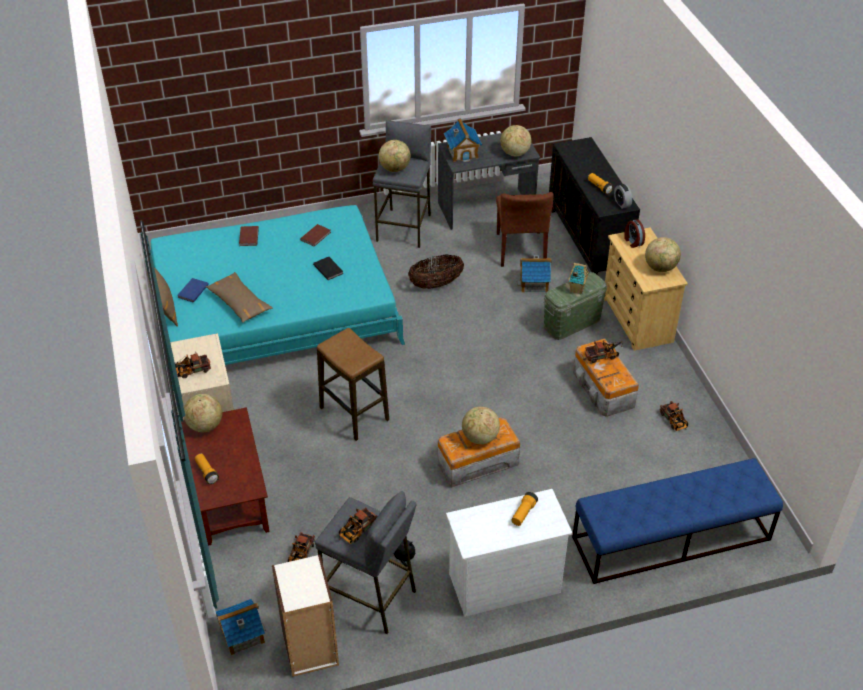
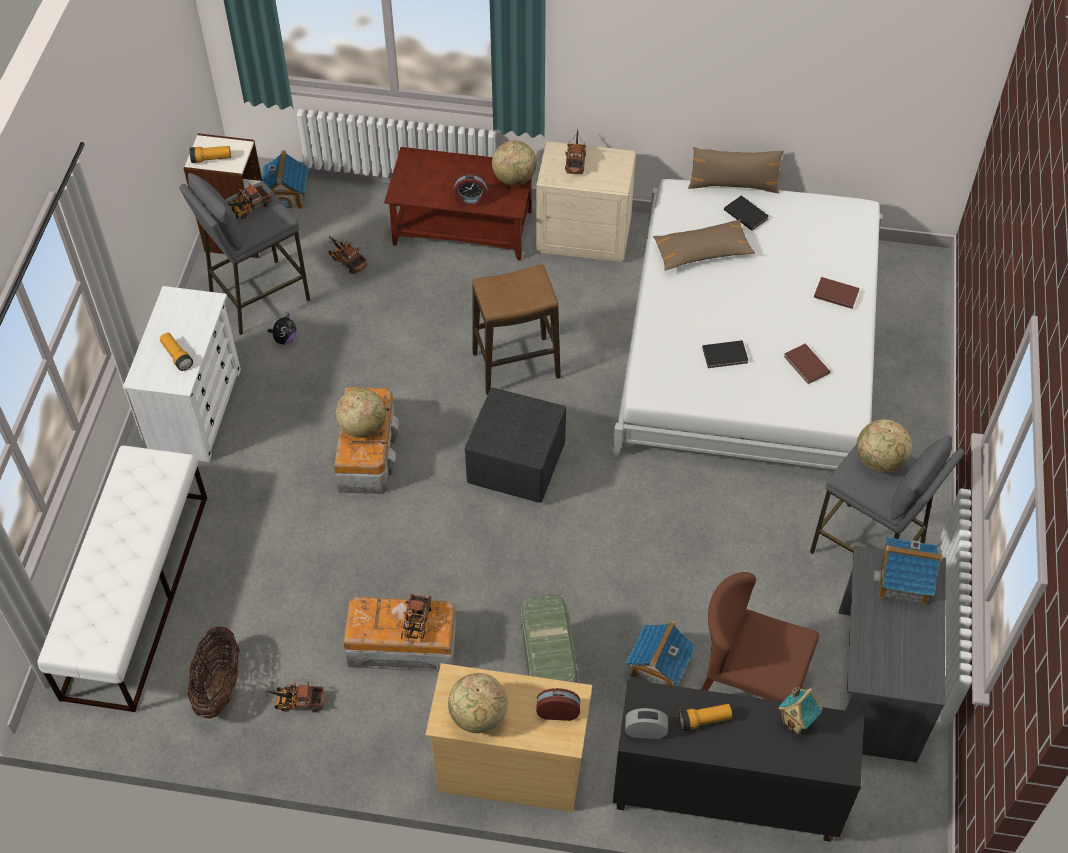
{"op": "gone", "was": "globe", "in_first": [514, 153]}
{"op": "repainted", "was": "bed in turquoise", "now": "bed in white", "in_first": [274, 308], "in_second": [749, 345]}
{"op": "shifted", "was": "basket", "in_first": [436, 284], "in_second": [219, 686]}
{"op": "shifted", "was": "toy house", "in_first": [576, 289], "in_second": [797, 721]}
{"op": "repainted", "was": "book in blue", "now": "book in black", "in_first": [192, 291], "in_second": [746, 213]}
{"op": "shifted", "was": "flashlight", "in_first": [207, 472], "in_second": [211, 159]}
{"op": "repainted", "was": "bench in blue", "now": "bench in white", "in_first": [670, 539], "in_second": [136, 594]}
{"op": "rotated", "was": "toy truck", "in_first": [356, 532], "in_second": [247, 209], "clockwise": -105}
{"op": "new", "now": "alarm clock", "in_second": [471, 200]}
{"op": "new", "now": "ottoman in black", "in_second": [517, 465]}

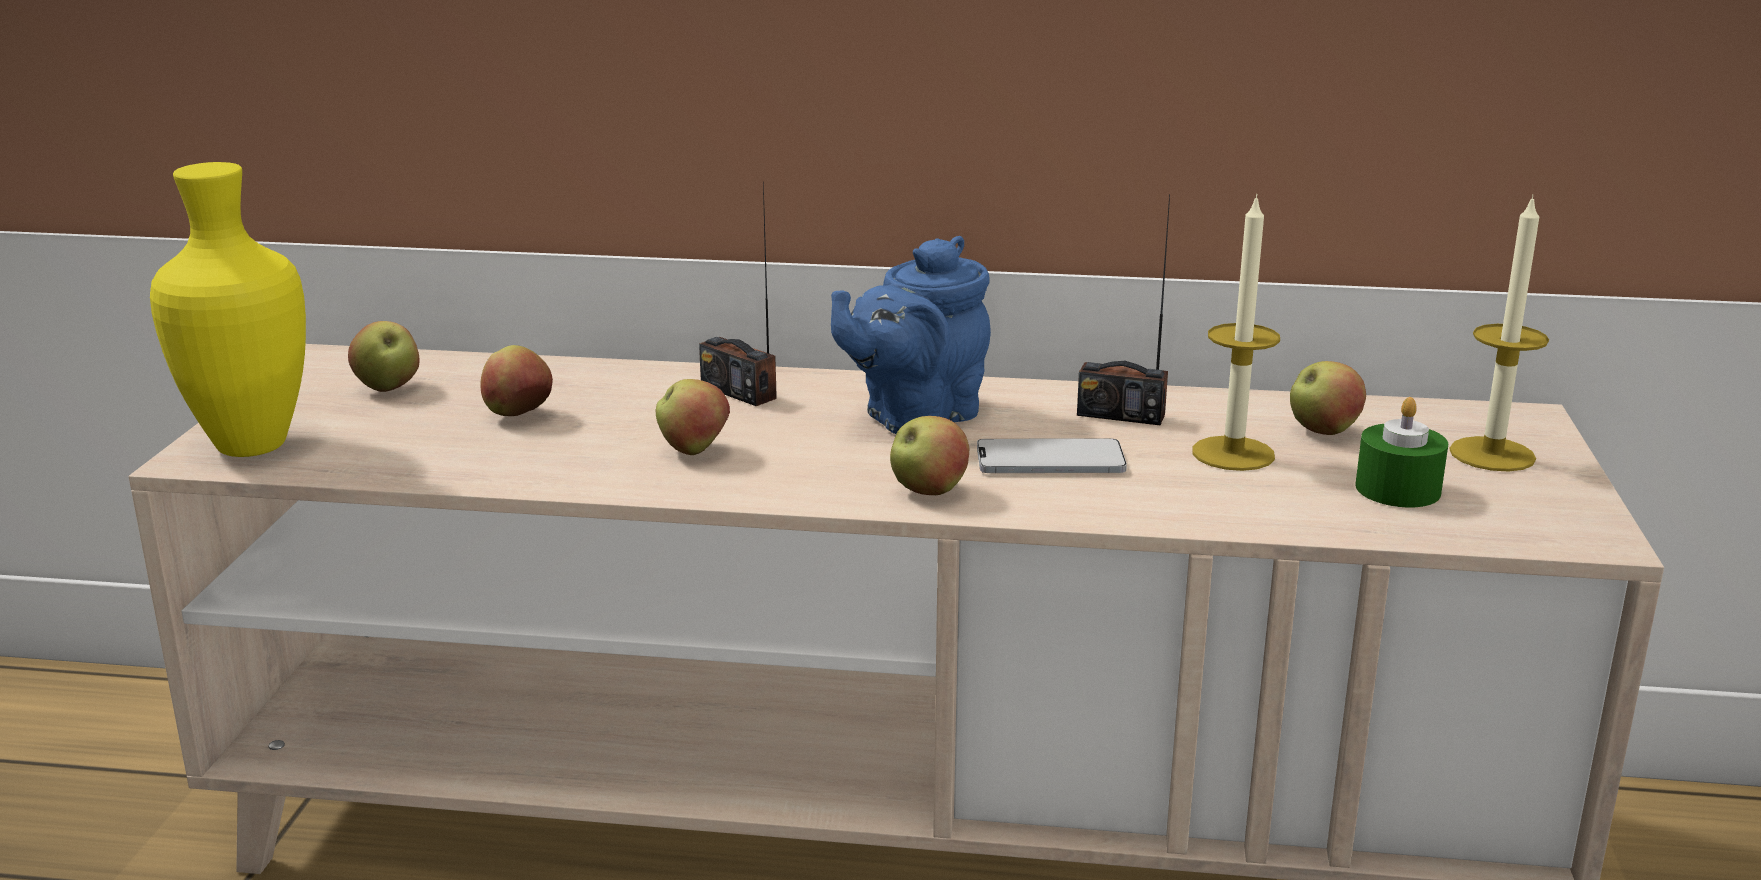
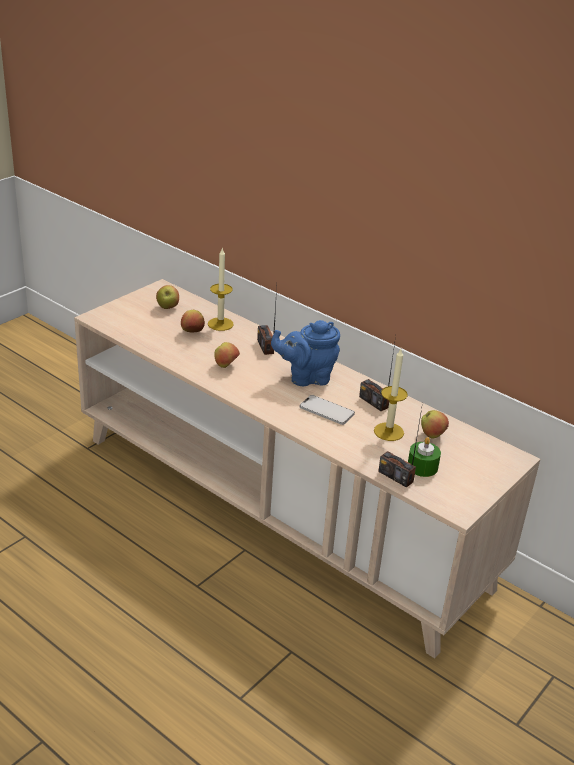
{"op": "gone", "was": "vase in yellow", "in_first": [249, 448]}
{"op": "shifted", "was": "candle", "in_first": [1492, 454], "in_second": [220, 324]}
{"op": "gone", "was": "apple", "in_first": [928, 492]}
{"op": "new", "now": "radio", "in_second": [396, 476]}

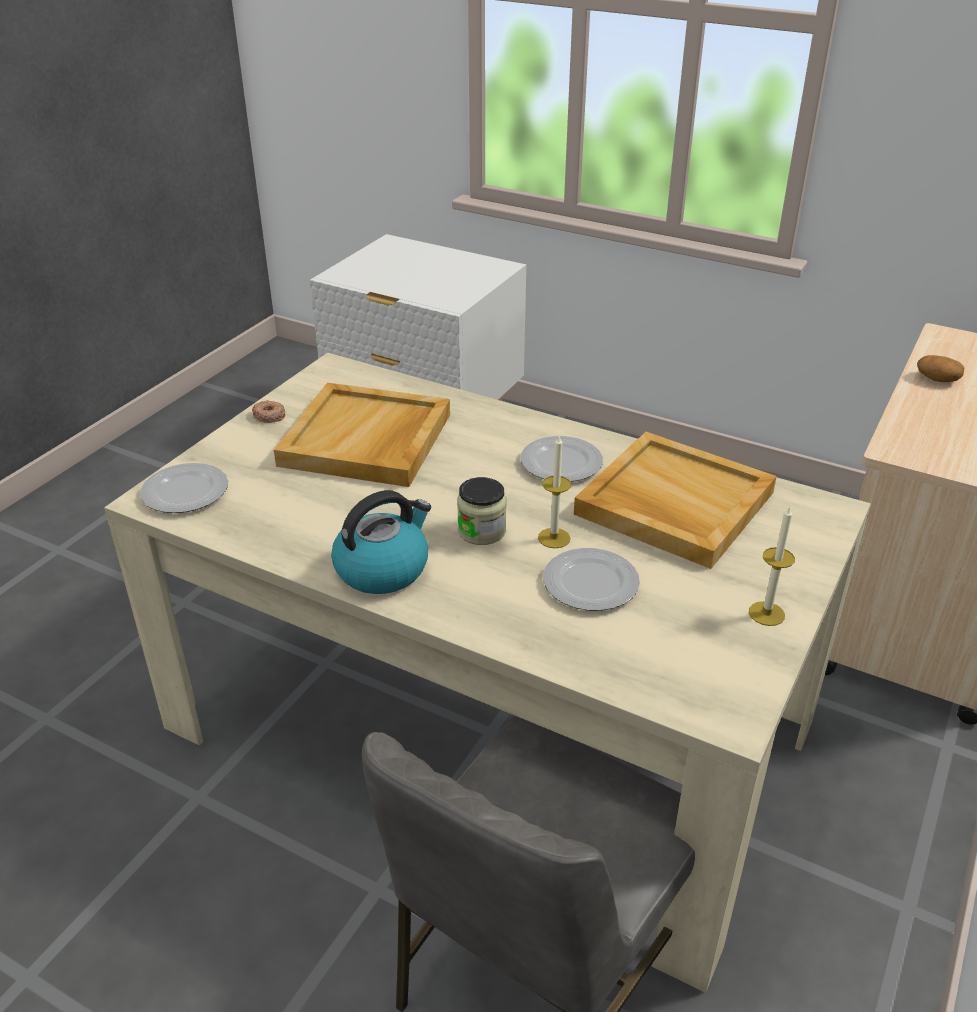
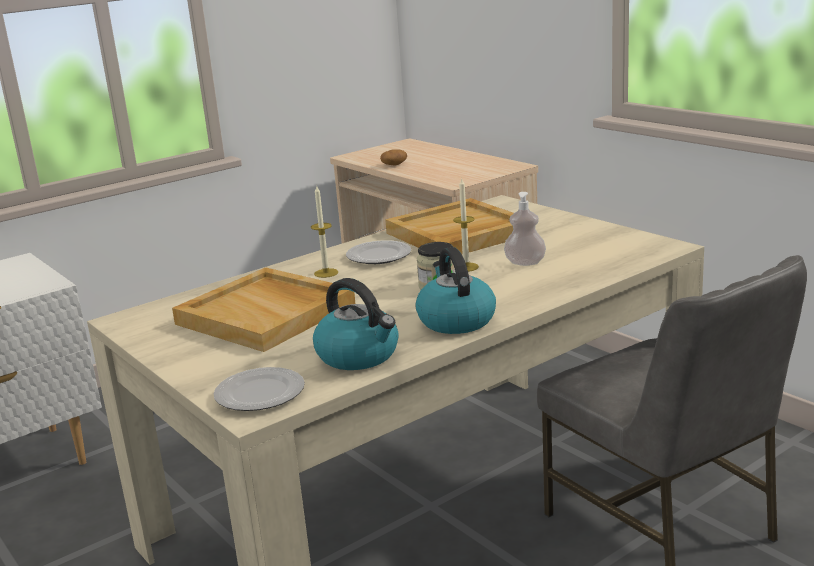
{"op": "gone", "was": "donut", "in_first": [269, 415]}
{"op": "shifted", "was": "candle", "in_first": [766, 613], "in_second": [326, 273]}
{"op": "swapped", "was": "plate", "now": "soap dispenser", "in_first": [591, 584], "in_second": [525, 263]}
{"op": "new", "now": "kettle", "in_second": [359, 356]}

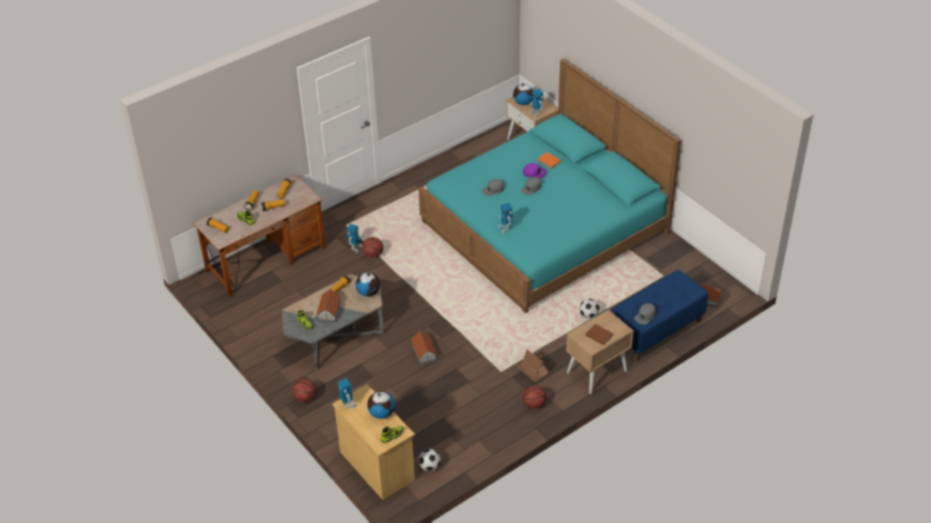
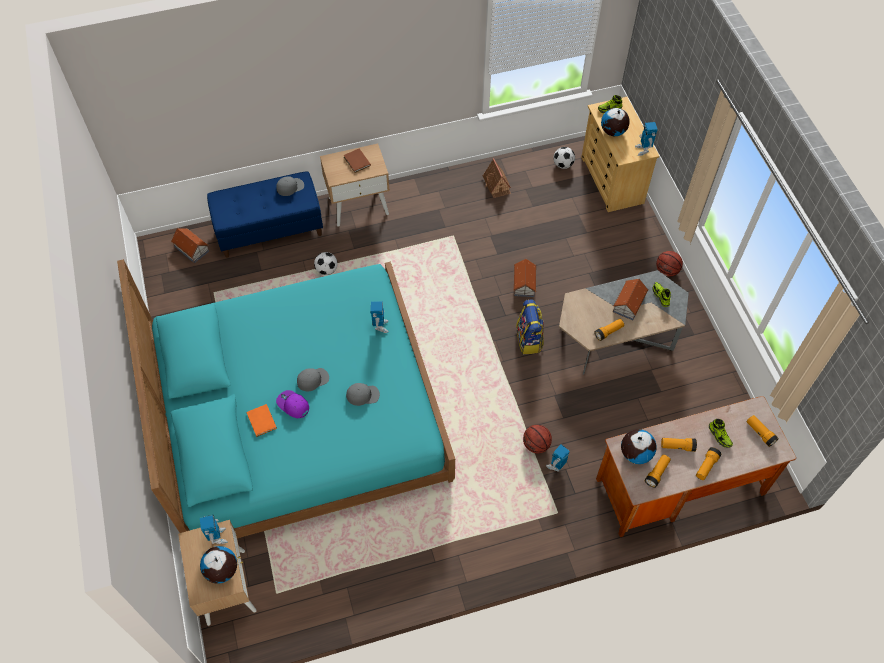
{"op": "shifted", "was": "globe", "in_first": [369, 293], "in_second": [635, 453]}
{"op": "shifted", "was": "toy house", "in_first": [533, 370], "in_second": [497, 185]}
{"op": "gone", "was": "basketball", "in_first": [534, 404]}
{"op": "new", "now": "backpack", "in_second": [529, 340]}

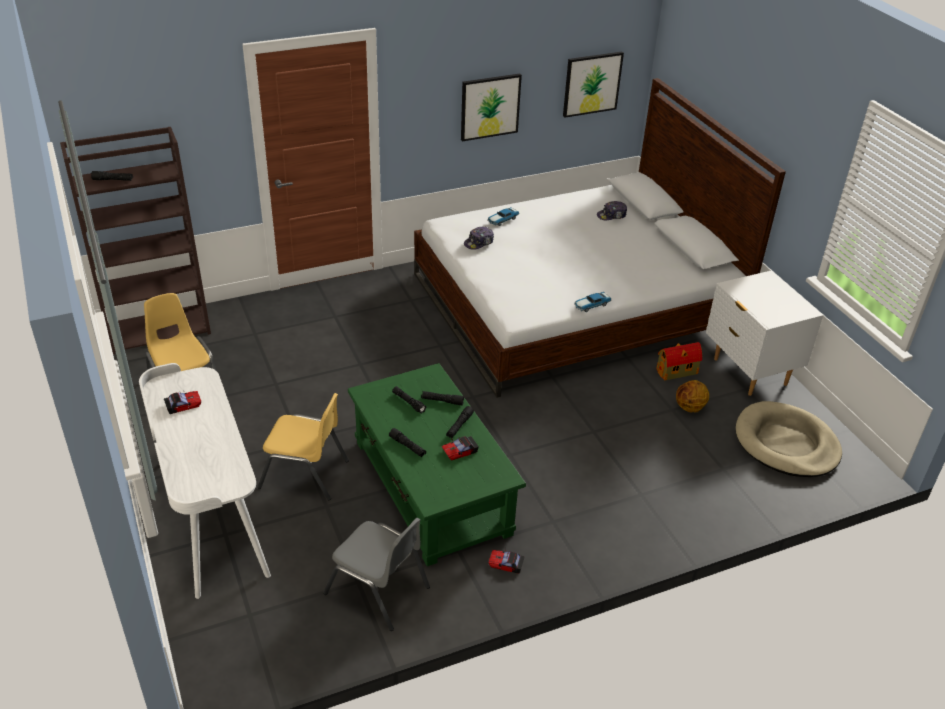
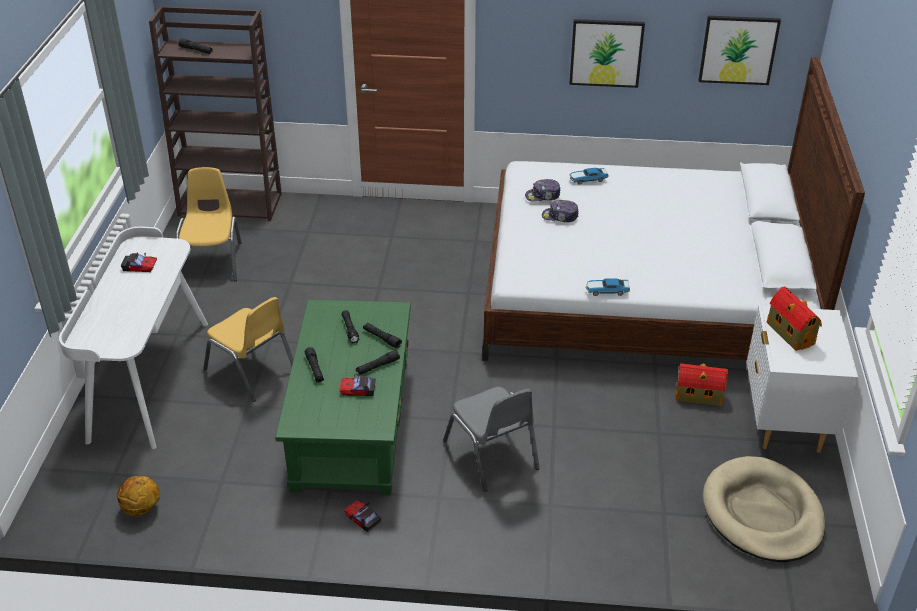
{"op": "shifted", "was": "cap", "in_first": [612, 215], "in_second": [560, 216]}
{"op": "shifted", "was": "basketball", "in_first": [689, 408], "in_second": [141, 509]}
{"op": "shifted", "was": "chair in grey", "in_first": [377, 590], "in_second": [491, 455]}
{"op": "new", "now": "toy house", "in_second": [789, 333]}

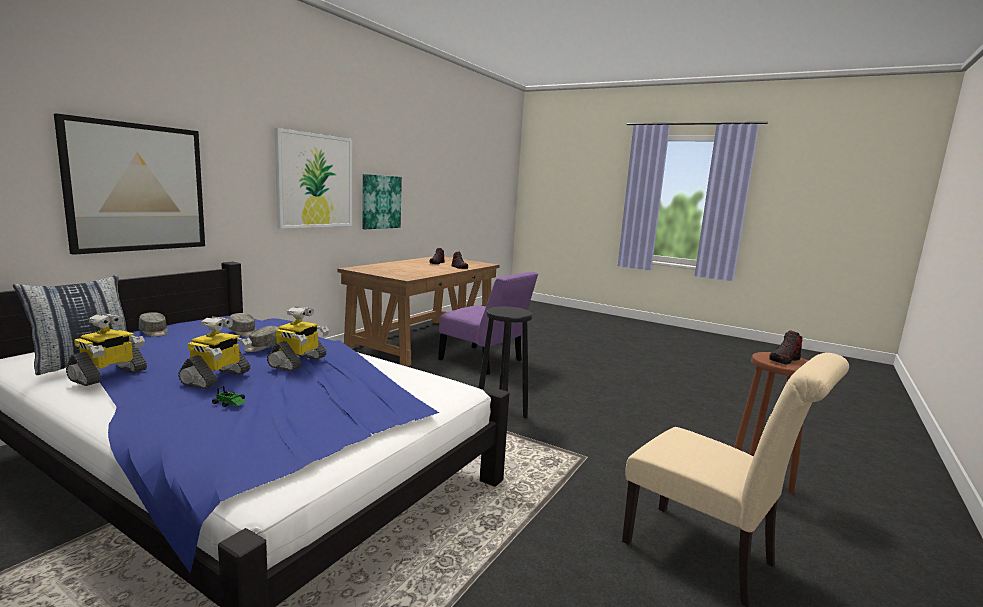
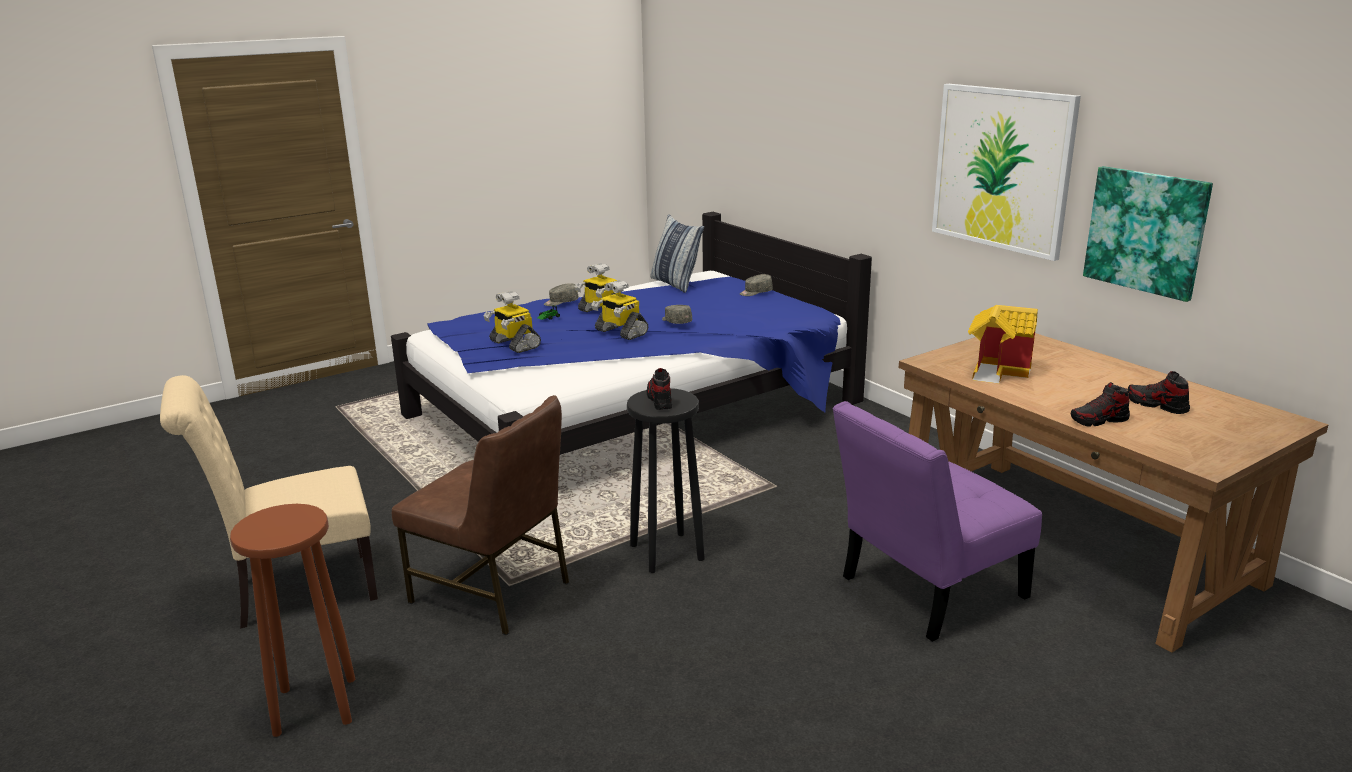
{"op": "gone", "was": "picture", "in_first": [137, 187]}
{"op": "shifted", "was": "toy robot", "in_first": [109, 375], "in_second": [514, 344]}
{"op": "shifted", "was": "cap in grey", "in_first": [244, 332], "in_second": [561, 302]}
{"op": "shifted", "was": "shoe", "in_first": [784, 360], "in_second": [659, 400]}
{"op": "new", "now": "toy house", "in_second": [997, 371]}
{"op": "new", "now": "chair in brown", "in_second": [493, 592]}

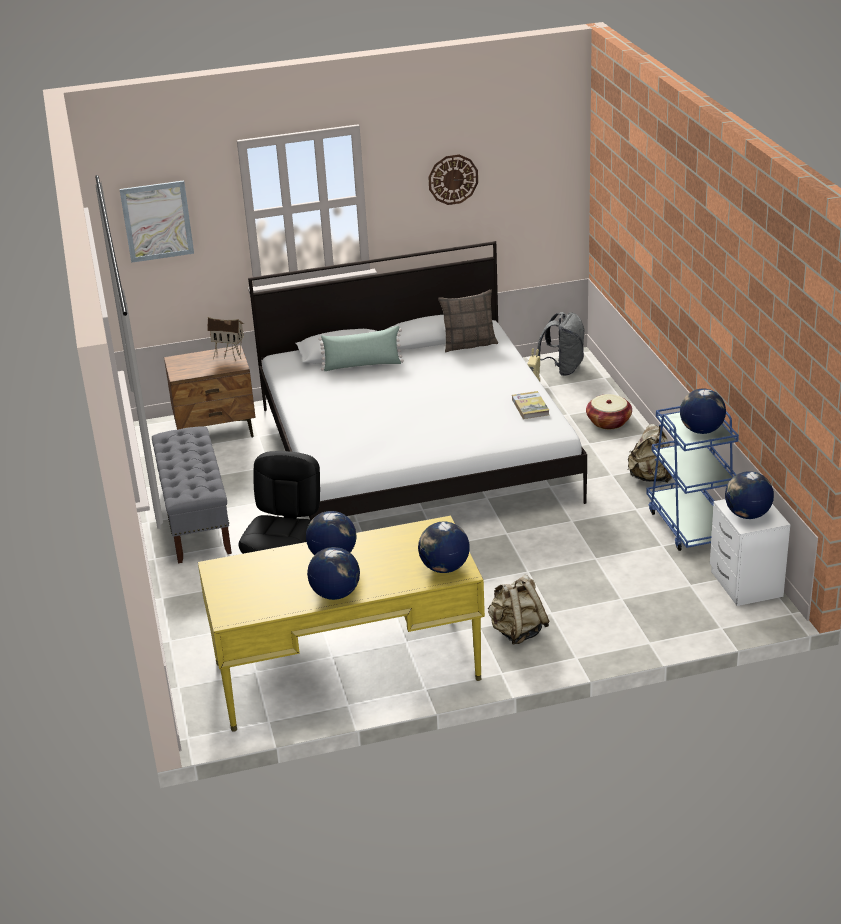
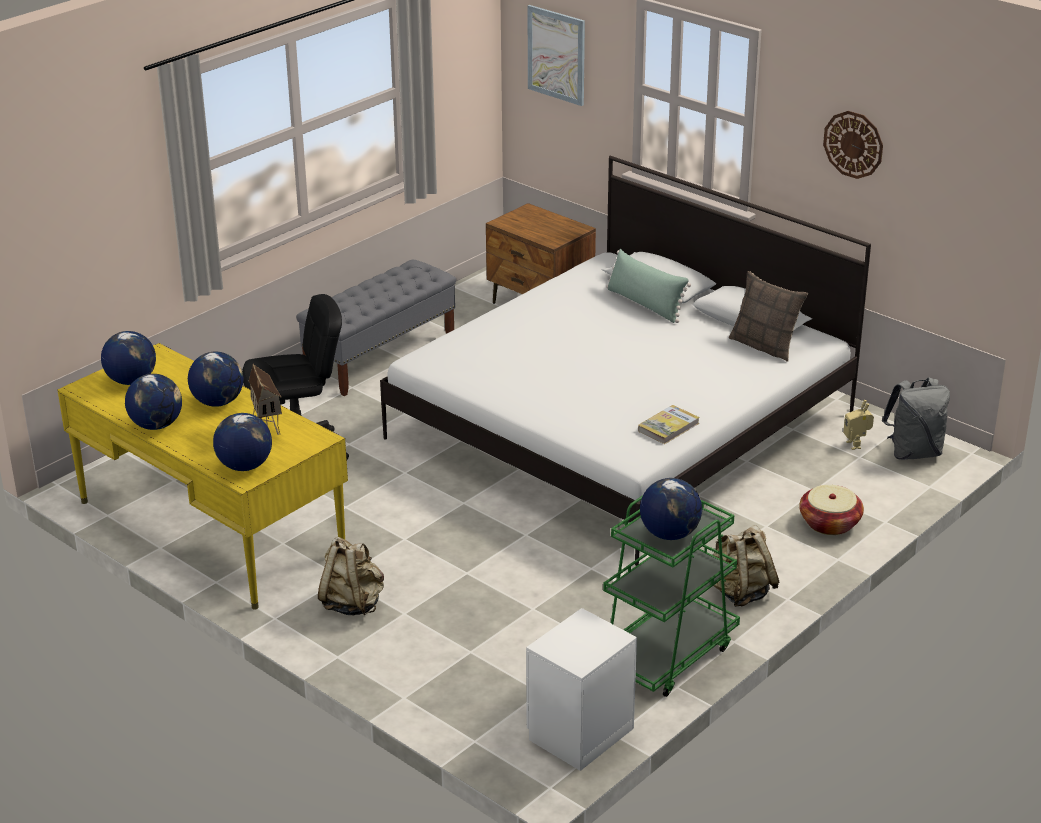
{"op": "shifted", "was": "toy house", "in_first": [229, 357], "in_second": [268, 430]}
{"op": "repainted", "was": "cart in blue", "now": "cart in green", "in_first": [691, 525], "in_second": [666, 654]}
{"op": "shifted", "was": "globe", "in_first": [747, 515], "in_second": [131, 381]}

